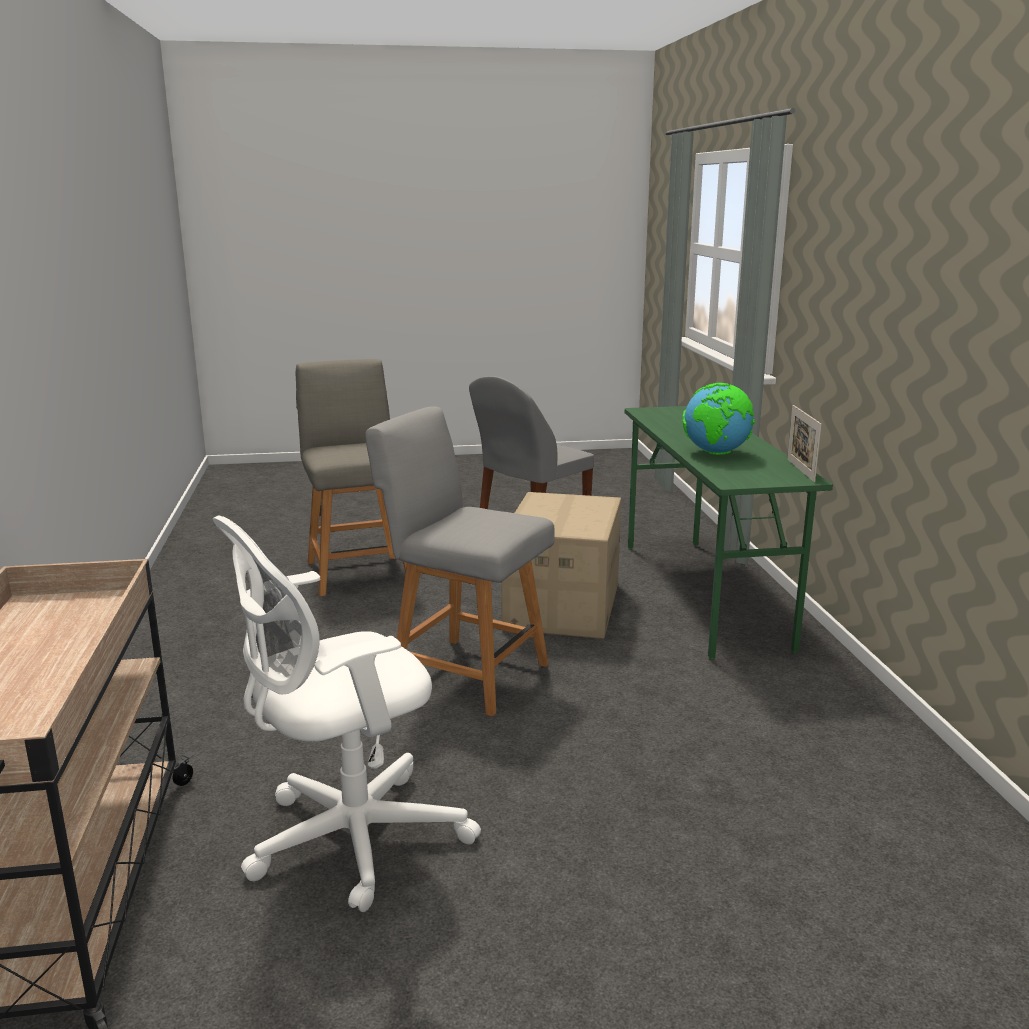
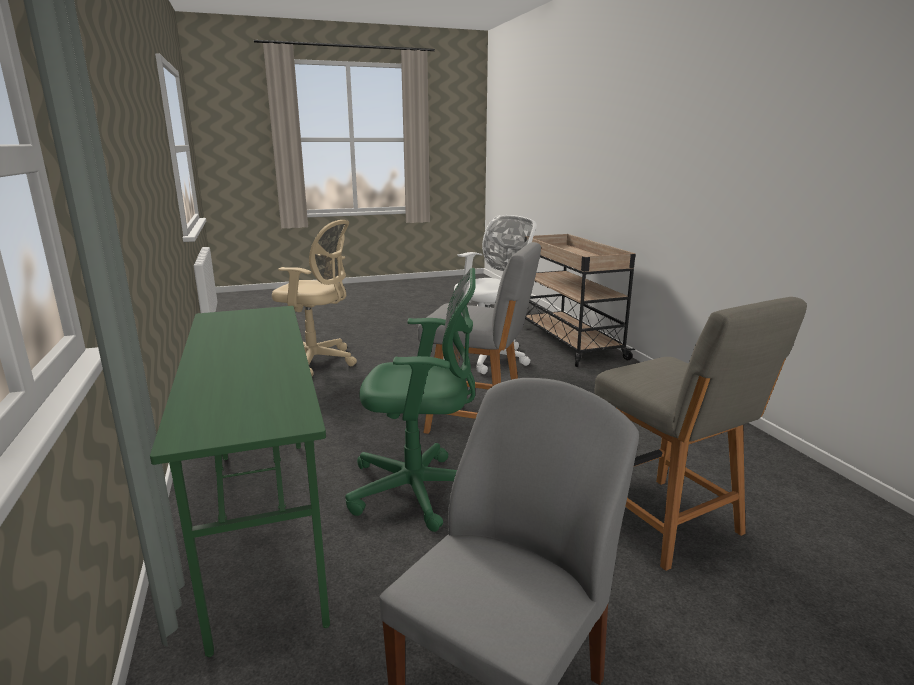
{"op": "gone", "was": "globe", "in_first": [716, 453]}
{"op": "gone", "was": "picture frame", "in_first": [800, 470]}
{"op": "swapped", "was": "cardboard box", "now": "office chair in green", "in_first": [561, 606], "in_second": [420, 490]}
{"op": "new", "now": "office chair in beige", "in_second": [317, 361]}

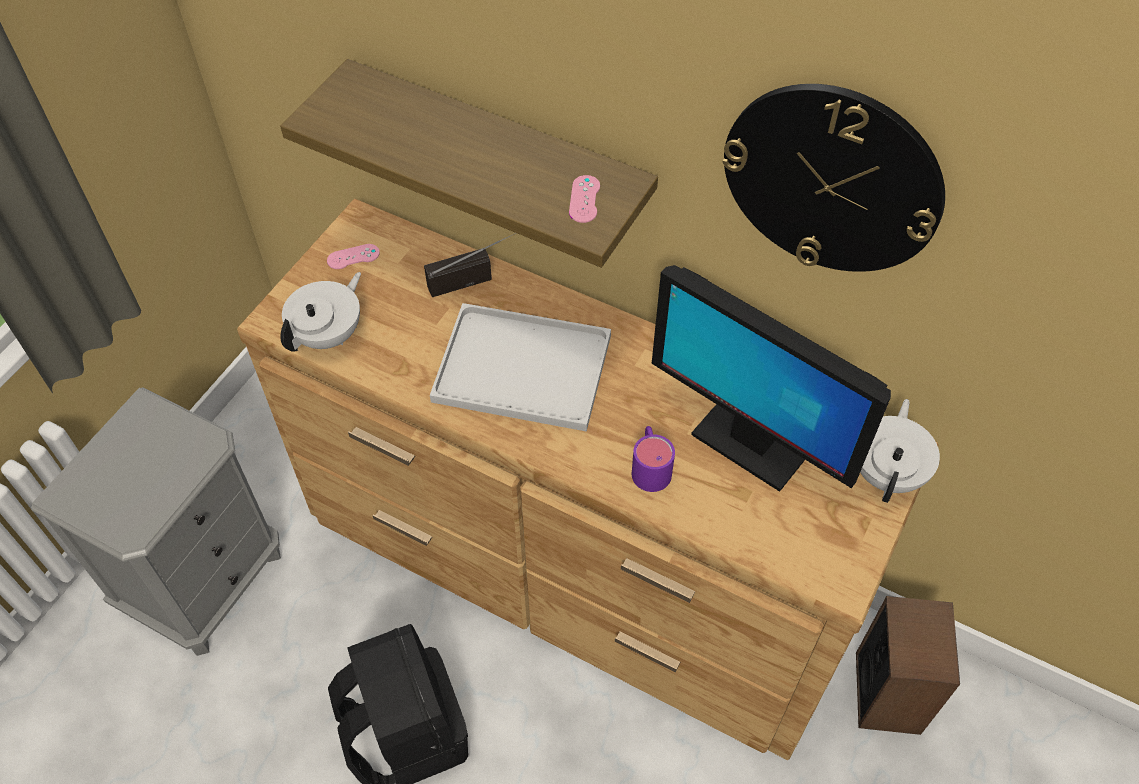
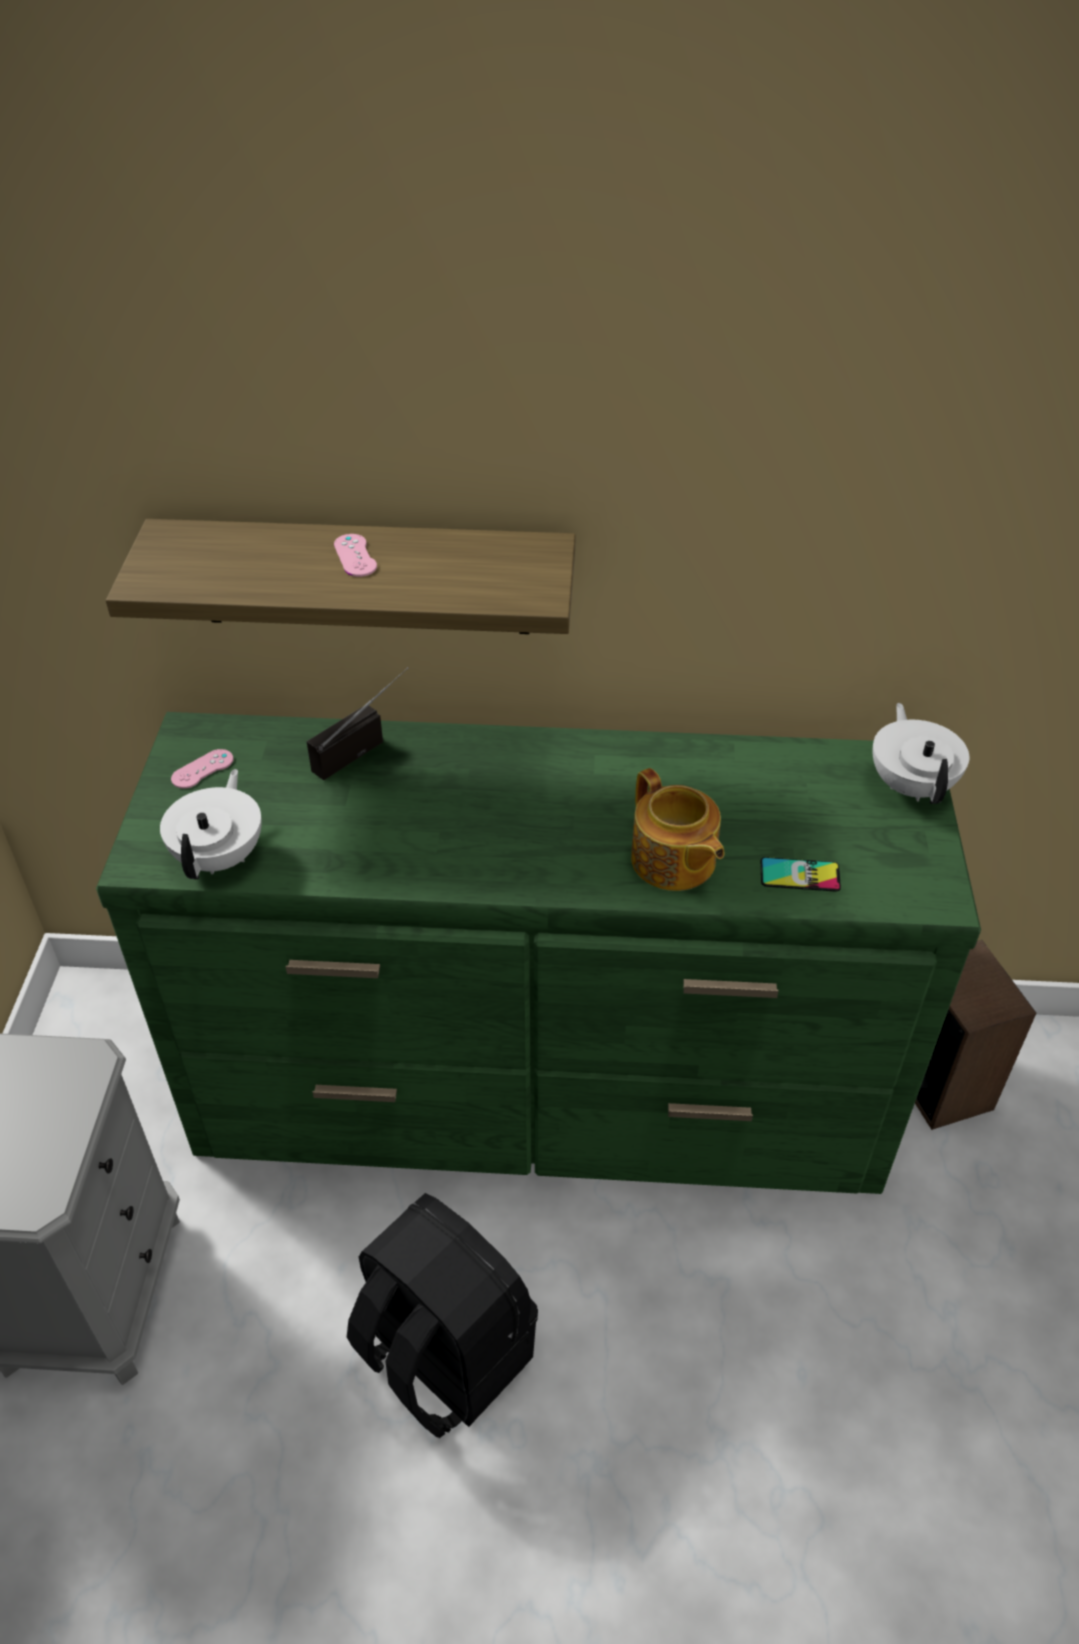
{"op": "gone", "was": "wall clock", "in_first": [832, 179]}
{"op": "shifted", "was": "game controller in pink", "in_first": [584, 199], "in_second": [355, 556]}
{"op": "repainted", "was": "dresser in brown", "now": "dresser in green", "in_first": [573, 565], "in_second": [541, 1088]}
{"op": "gone", "was": "monitor", "in_first": [749, 443]}
{"op": "gone", "was": "tray in white", "in_first": [526, 367]}
{"op": "swapped", "was": "mug in purple", "now": "teapot", "in_first": [650, 466], "in_second": [673, 862]}
{"op": "new", "now": "phone", "in_second": [800, 875]}

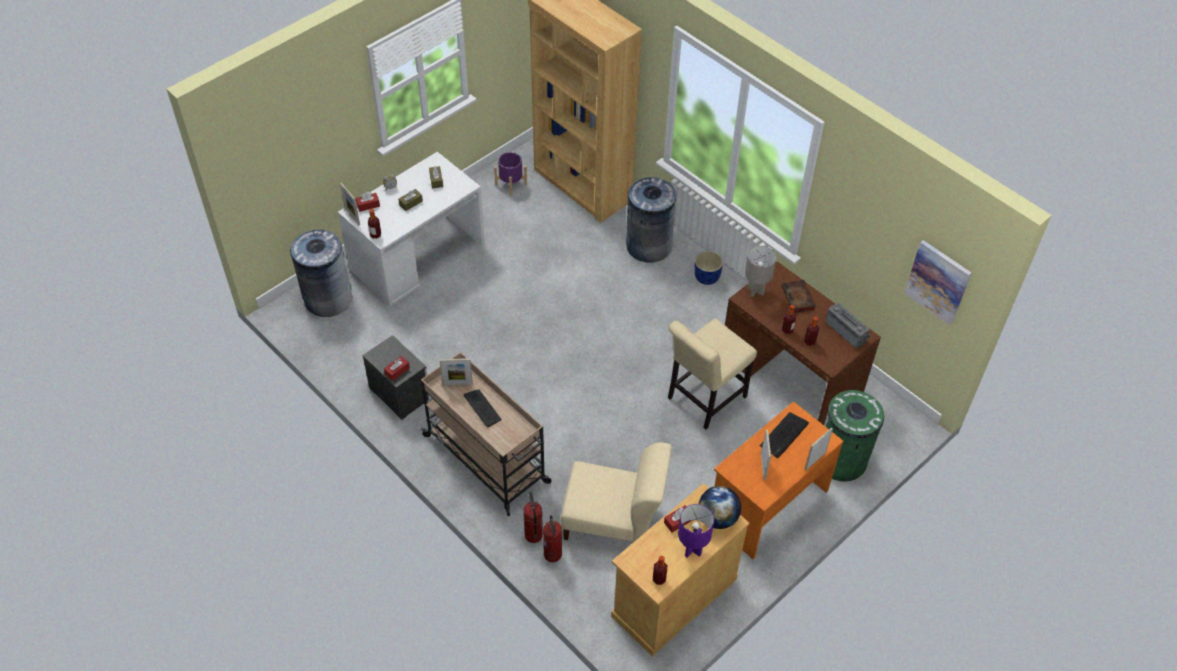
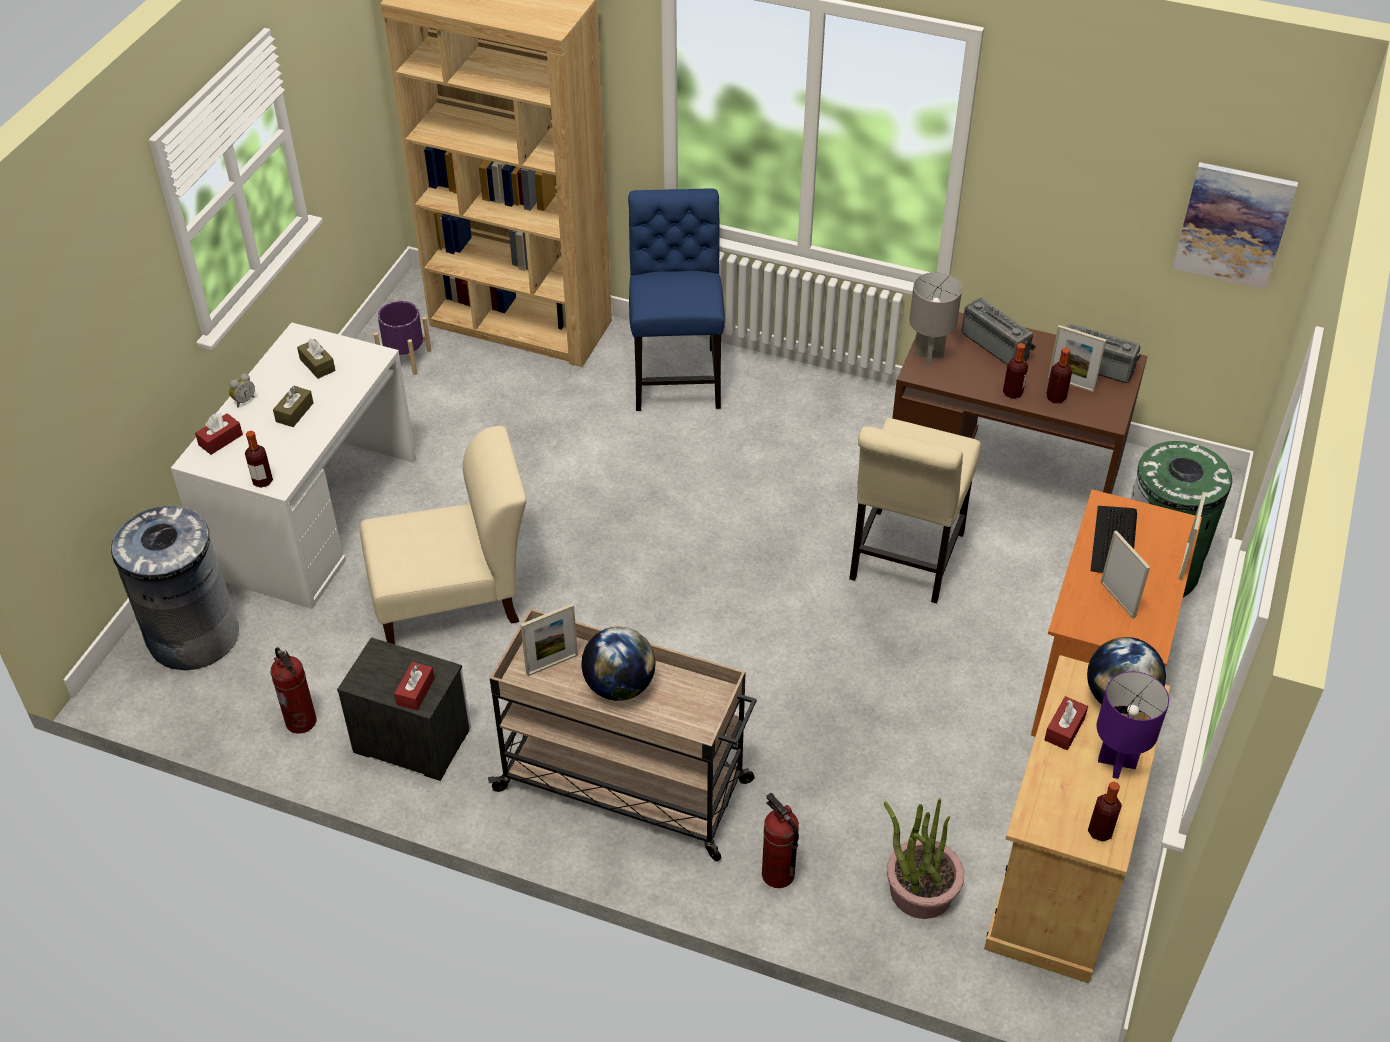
{"op": "swapped", "was": "trash can in grey", "now": "chair in blue", "in_first": [648, 246], "in_second": [677, 374]}
{"op": "shifted", "was": "picture frame", "in_first": [352, 217], "in_second": [1071, 384]}
{"op": "gone", "was": "planter in blue", "in_first": [707, 277]}
{"op": "swapped", "was": "book", "now": "radio", "in_first": [798, 299], "in_second": [997, 345]}
{"op": "swapped", "was": "keyboard", "now": "globe", "in_first": [482, 408], "in_second": [619, 686]}
{"op": "shifted", "was": "chair in beige", "in_first": [613, 522], "in_second": [453, 597]}
{"op": "shifted", "was": "fire extinguisher", "in_first": [553, 554], "in_second": [302, 721]}
{"op": "new", "now": "potted plant", "in_second": [920, 890]}

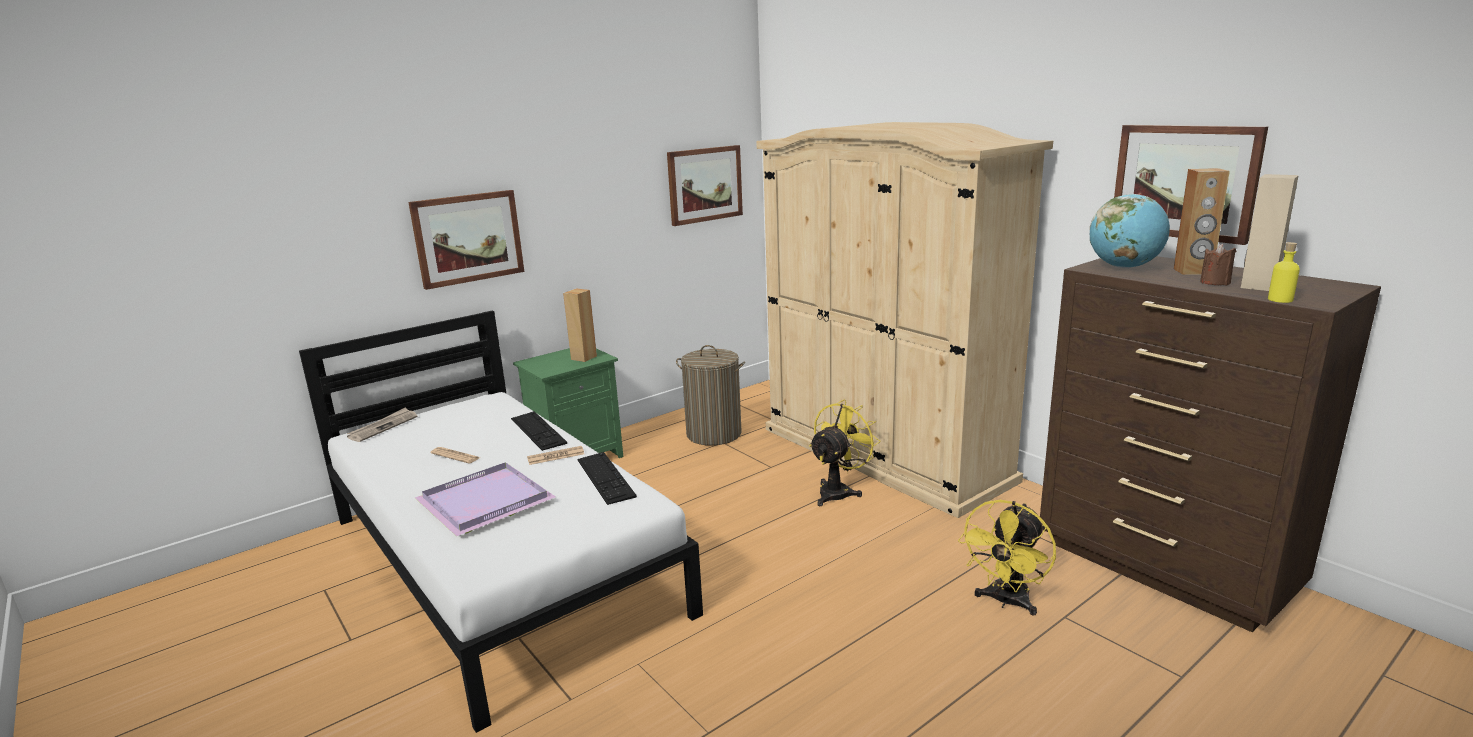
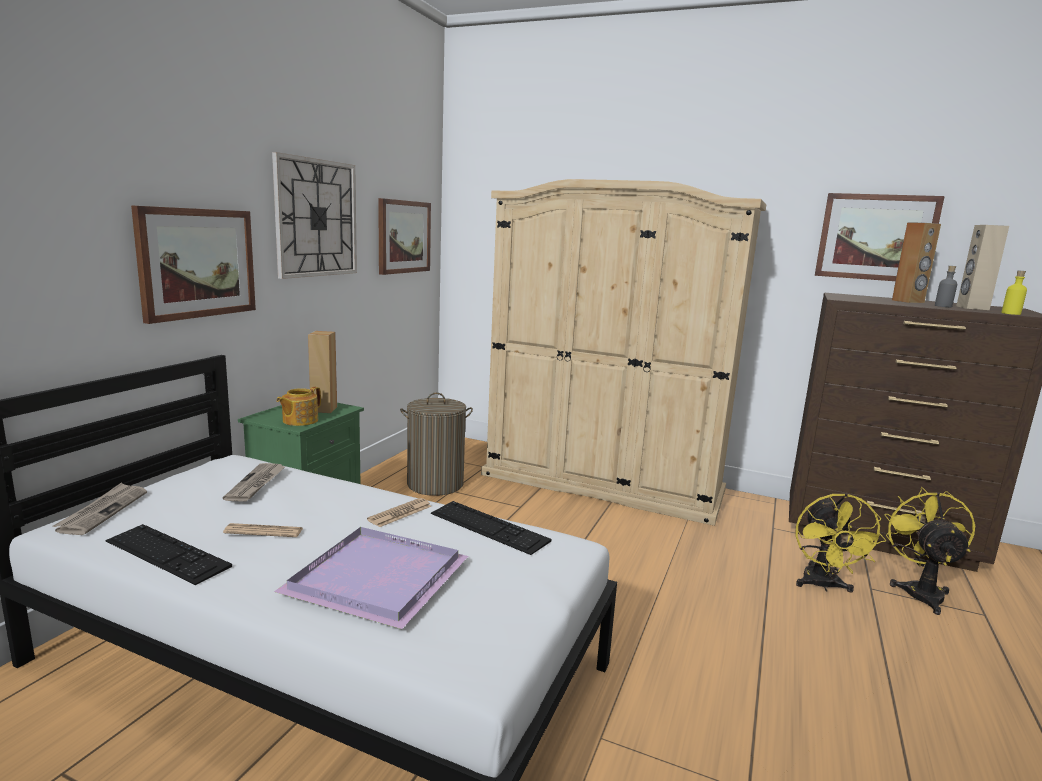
{"op": "gone", "was": "globe", "in_first": [1124, 267]}
{"op": "swapped", "was": "candle in brown", "now": "bottle in grey", "in_first": [1215, 283], "in_second": [943, 306]}
{"op": "shifted", "was": "fan in yellow", "in_first": [839, 491], "in_second": [920, 591]}
{"op": "shifted", "was": "keyboard", "in_first": [538, 430], "in_second": [167, 553]}
{"op": "new", "now": "wall clock", "in_second": [316, 218]}
{"op": "new", "now": "teapot", "in_second": [299, 421]}
{"op": "new", "now": "newspaper", "in_second": [256, 484]}

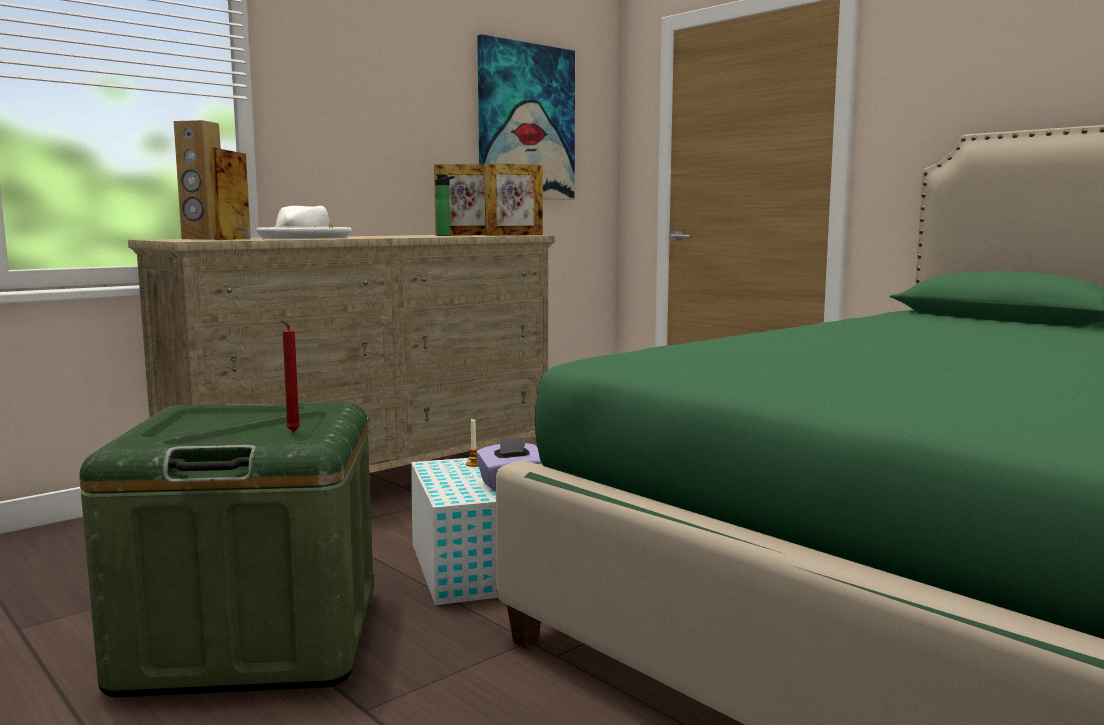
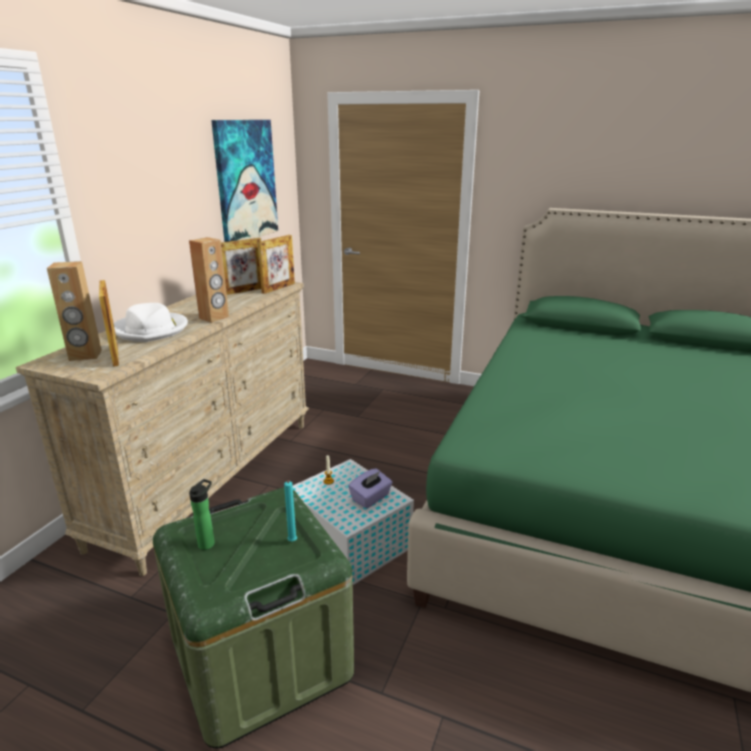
{"op": "shifted", "was": "bottle", "in_first": [445, 235], "in_second": [208, 543]}
{"op": "repainted", "was": "candle in red", "now": "candle in turquoise", "in_first": [291, 432], "in_second": [292, 542]}
{"op": "new", "now": "speaker in brown", "in_second": [214, 318]}

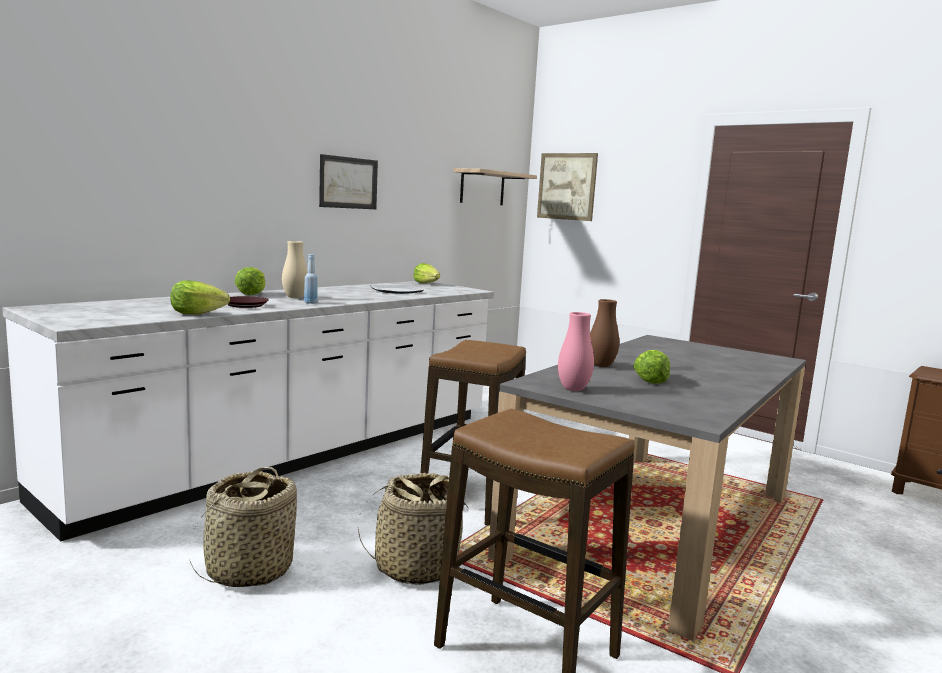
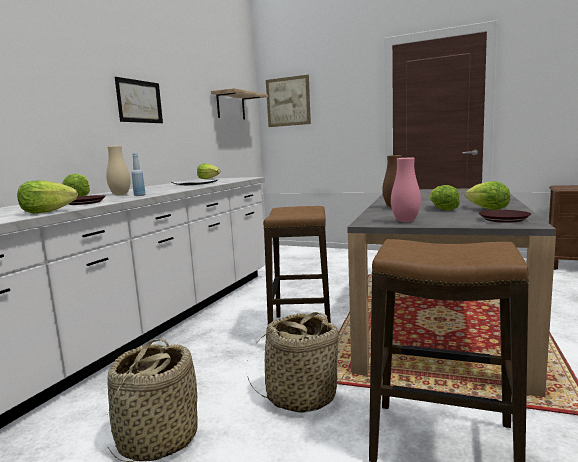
{"op": "new", "now": "lettuce", "in_second": [487, 209]}
{"op": "new", "now": "plate in brown", "in_second": [503, 219]}

